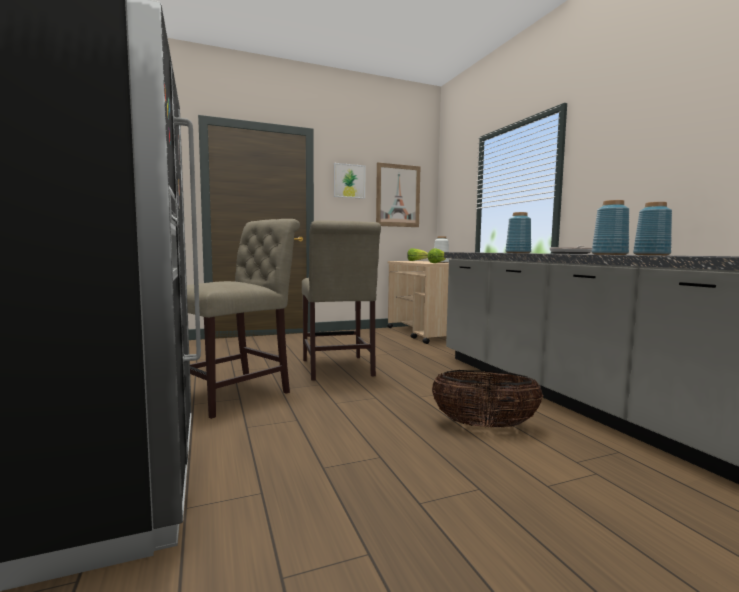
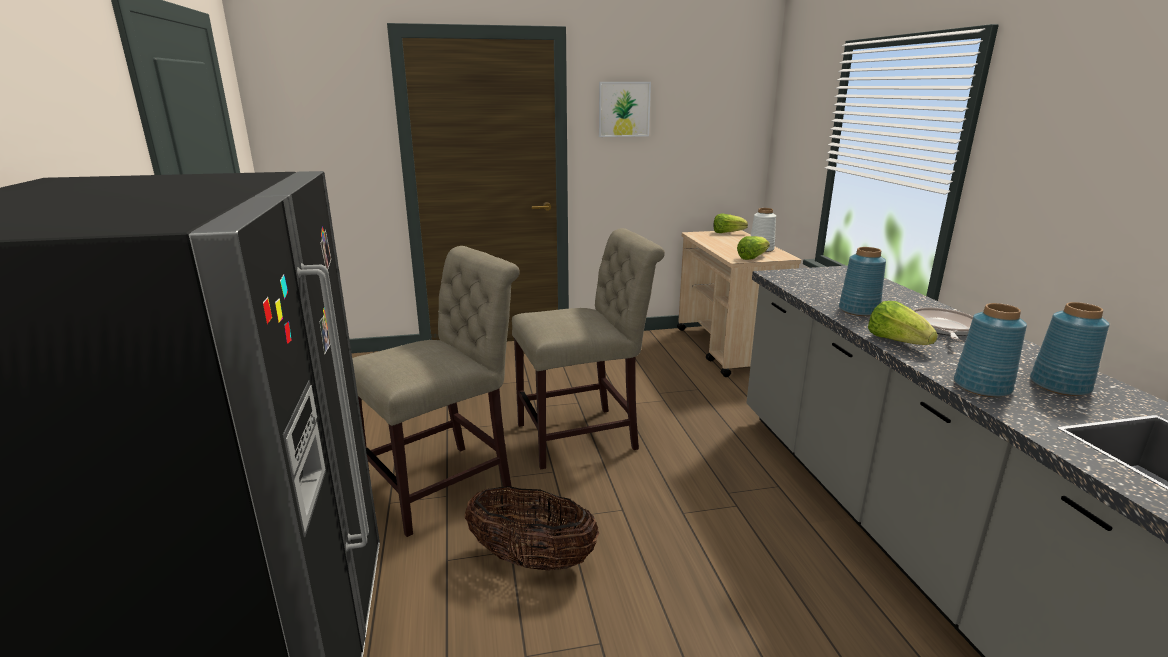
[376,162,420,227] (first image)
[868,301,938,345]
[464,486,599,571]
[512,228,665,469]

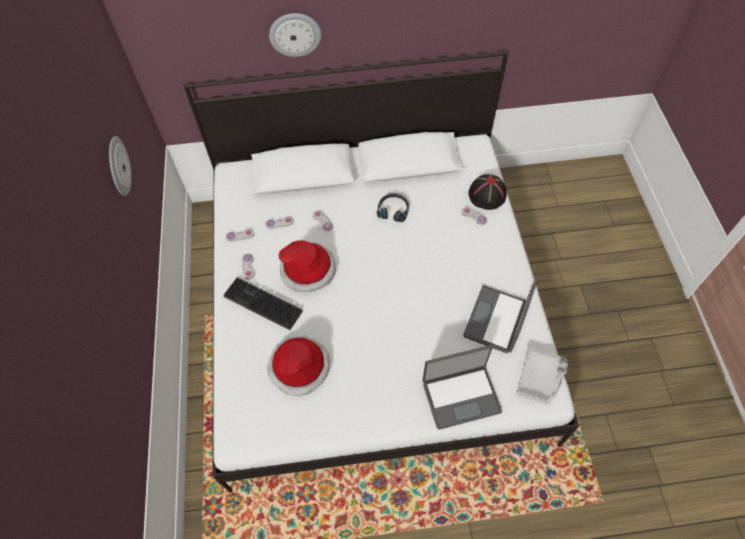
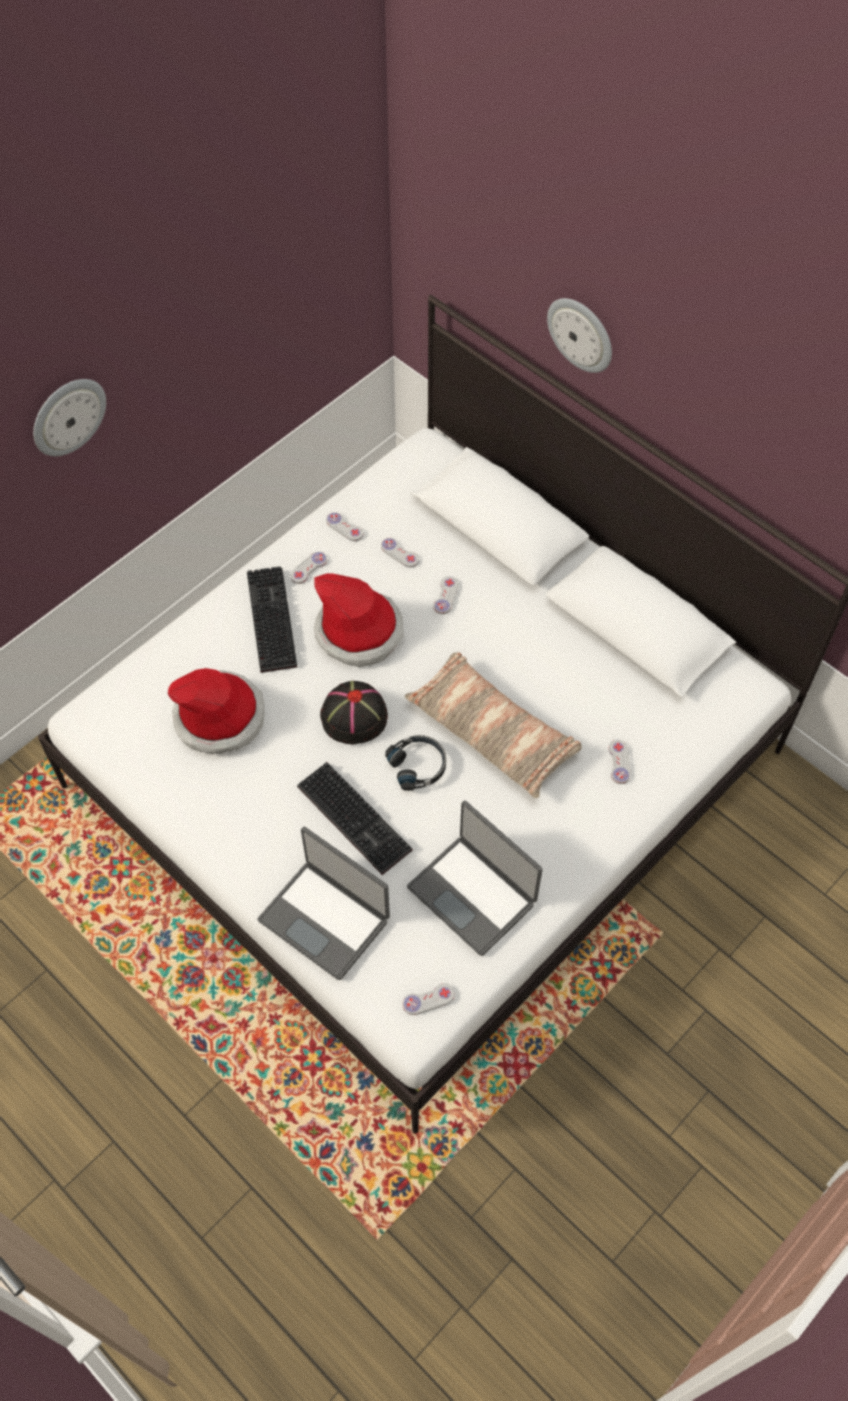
[297,762,413,875]
[405,652,582,798]
[33,379,106,456]
[385,735,446,791]
[320,681,388,744]
[403,983,455,1015]
[407,801,543,956]

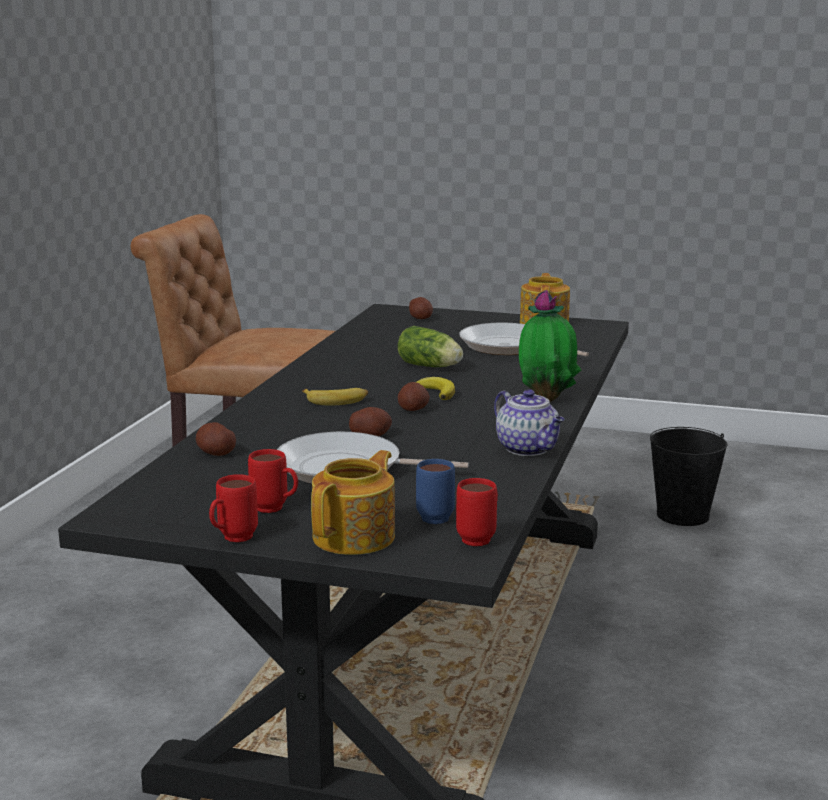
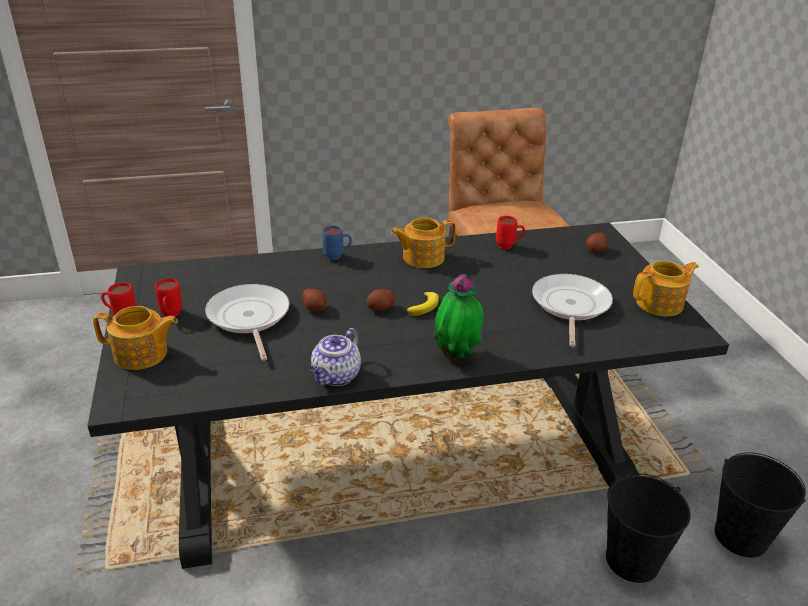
[196,422,236,456] (first image)
[302,388,368,406] (first image)
[398,326,463,367] (first image)
[391,218,456,268]
[606,473,691,583]
[322,225,352,260]
[496,216,525,249]

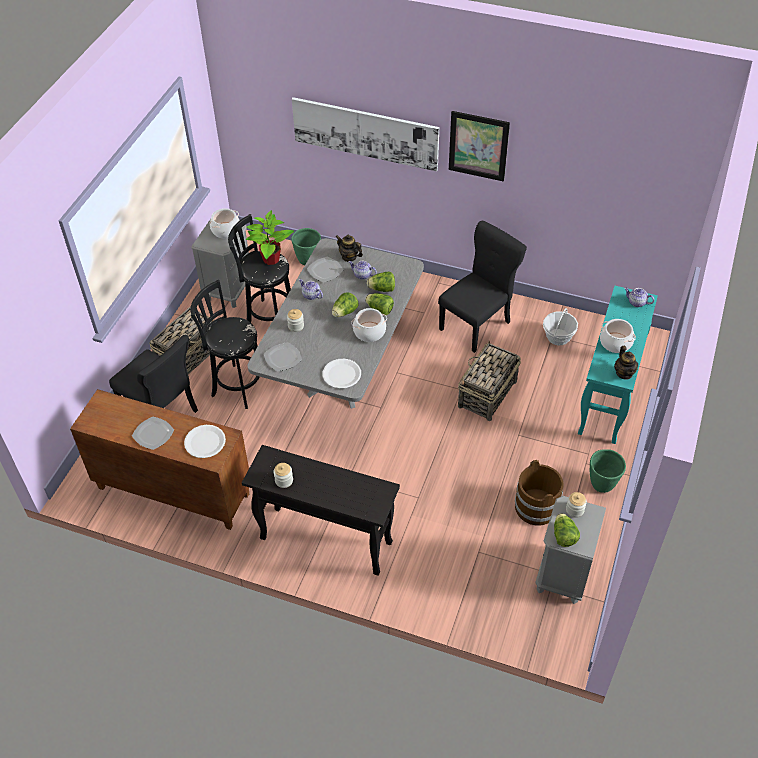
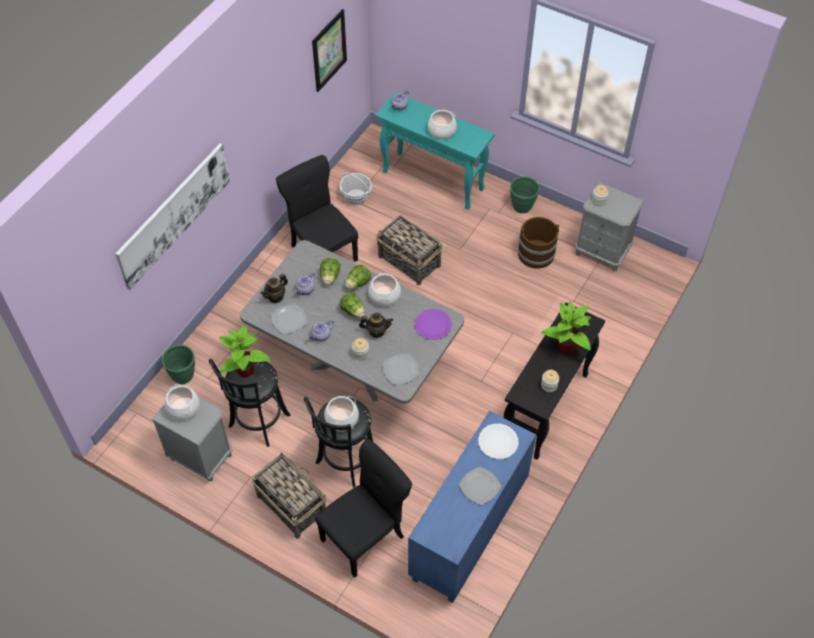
[554,513,580,547] (first image)
[324,396,359,432]
[541,301,591,353]
[312,9,347,92]
[359,313,393,338]
[408,411,536,603]
[415,309,452,340]

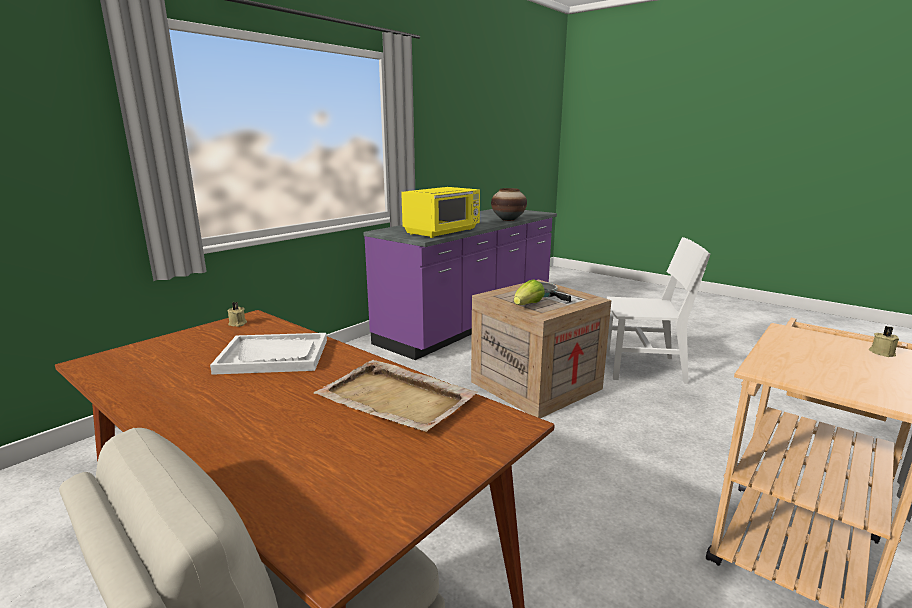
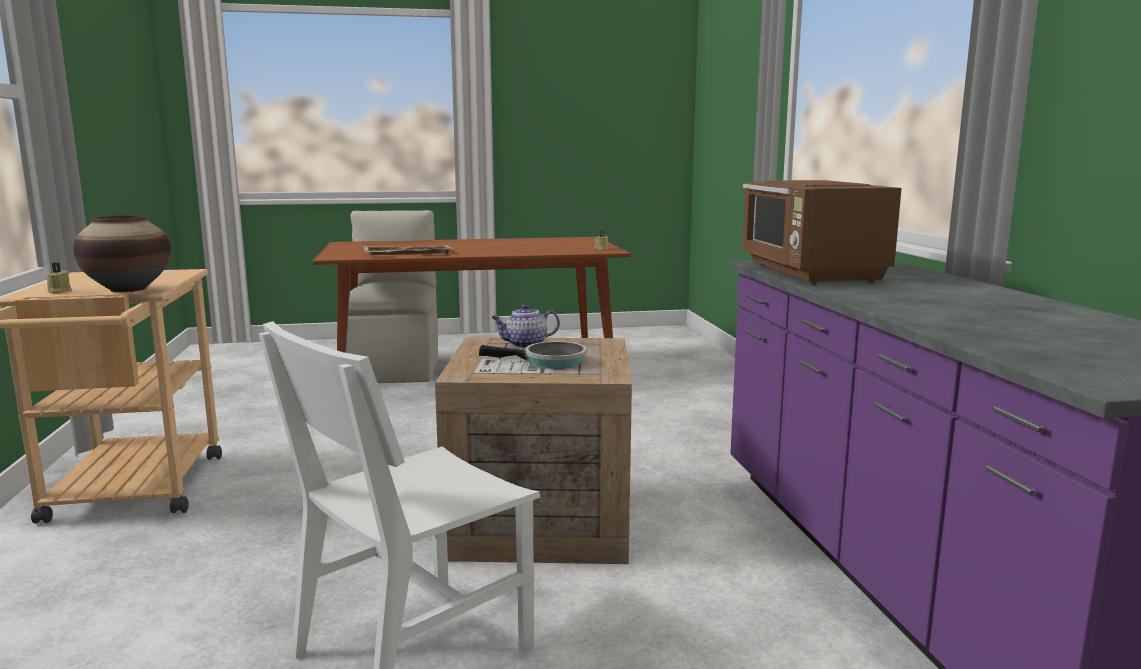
[210,333,327,375] (first image)
[73,215,171,292]
[491,304,560,348]
[741,180,902,284]

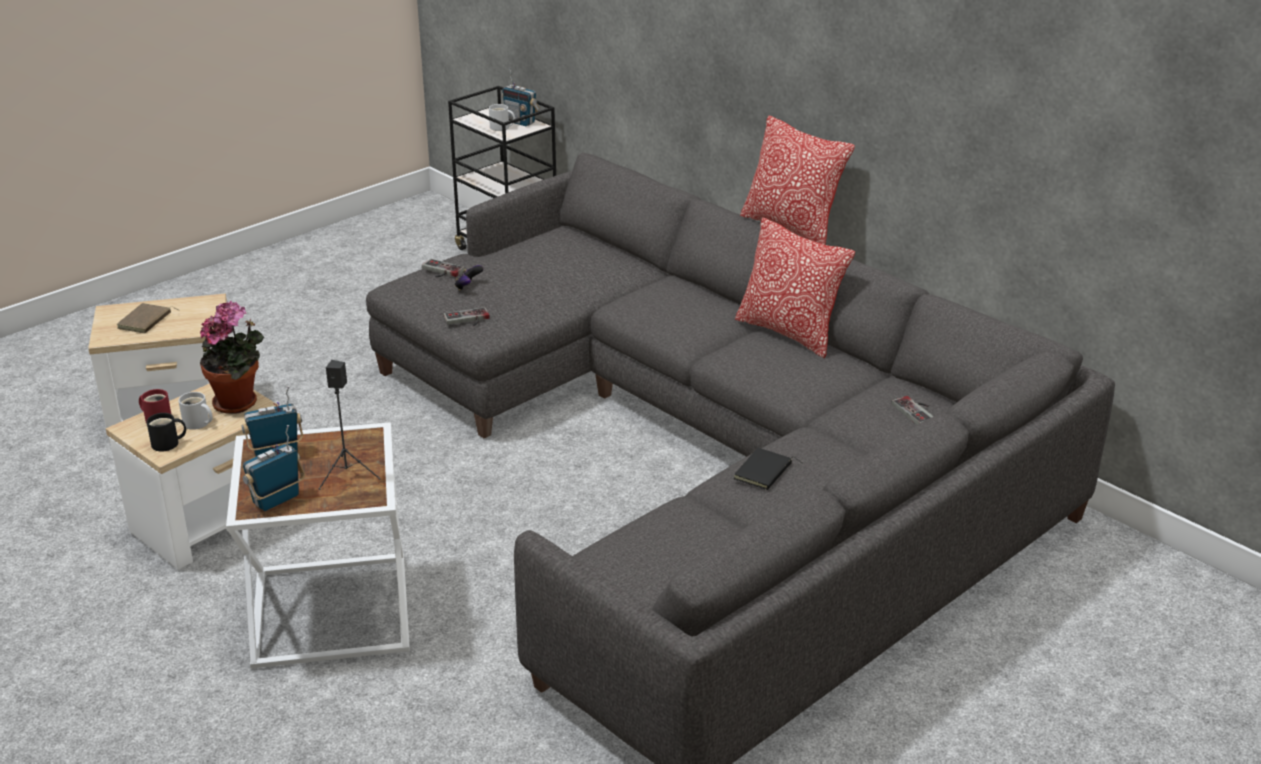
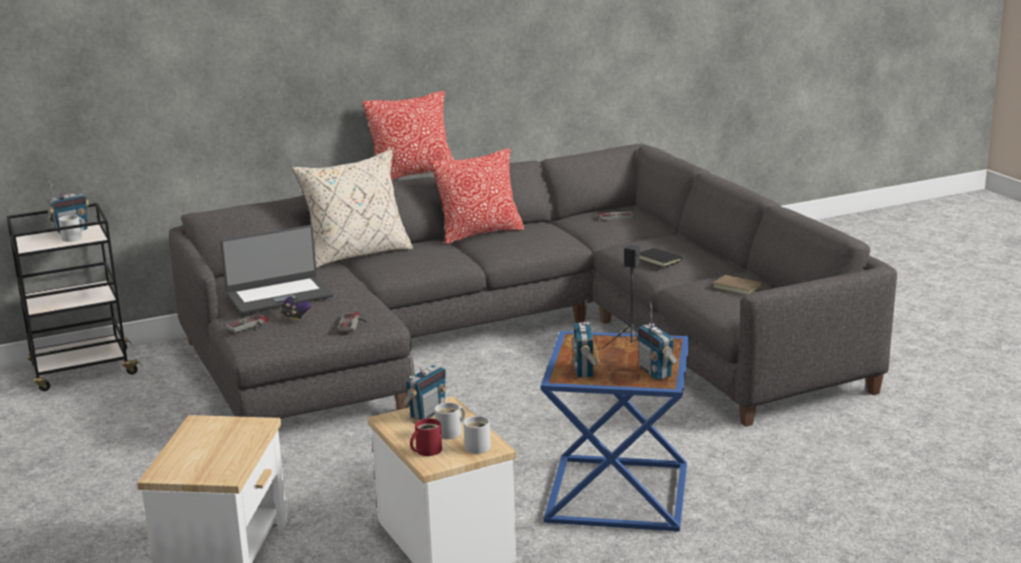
[220,225,333,314]
[292,149,413,268]
[713,273,762,295]
[403,356,446,420]
[464,416,491,454]
[541,331,690,532]

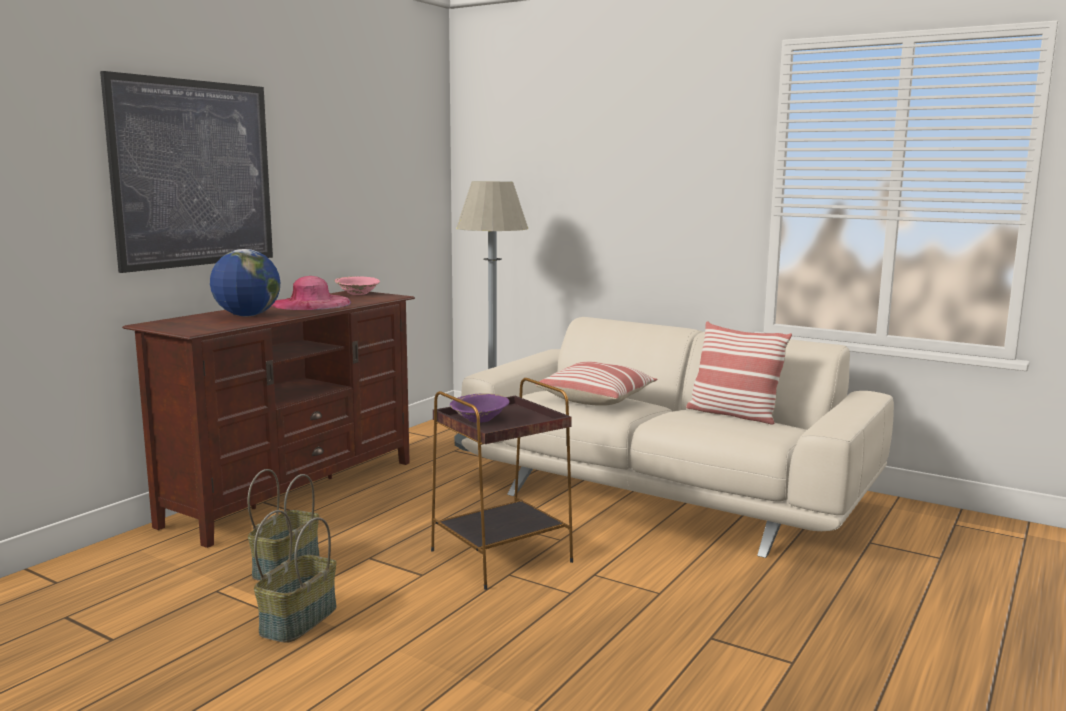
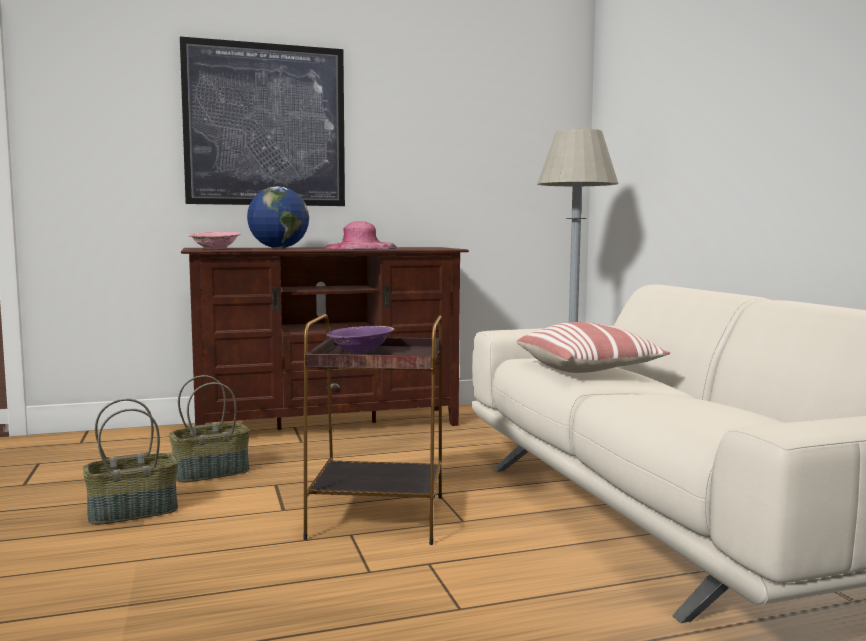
[686,321,792,425] (first image)
[188,232,241,249]

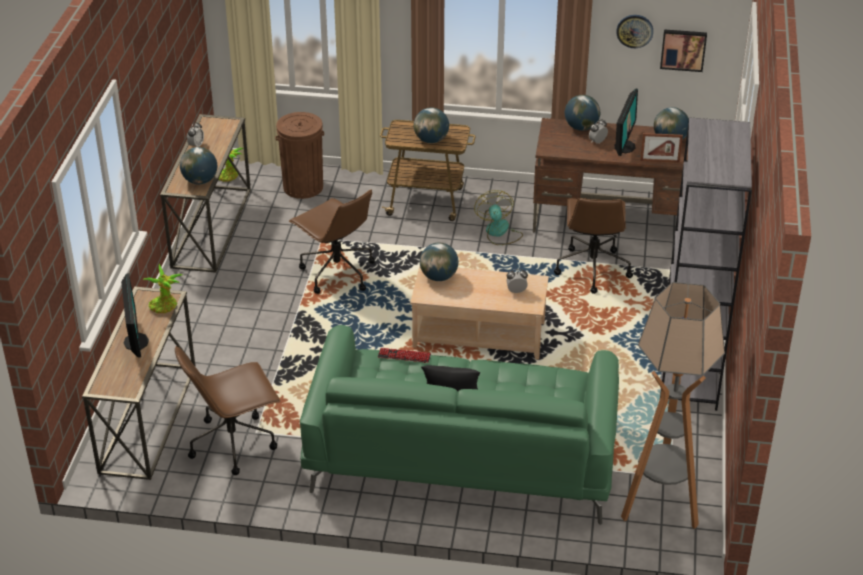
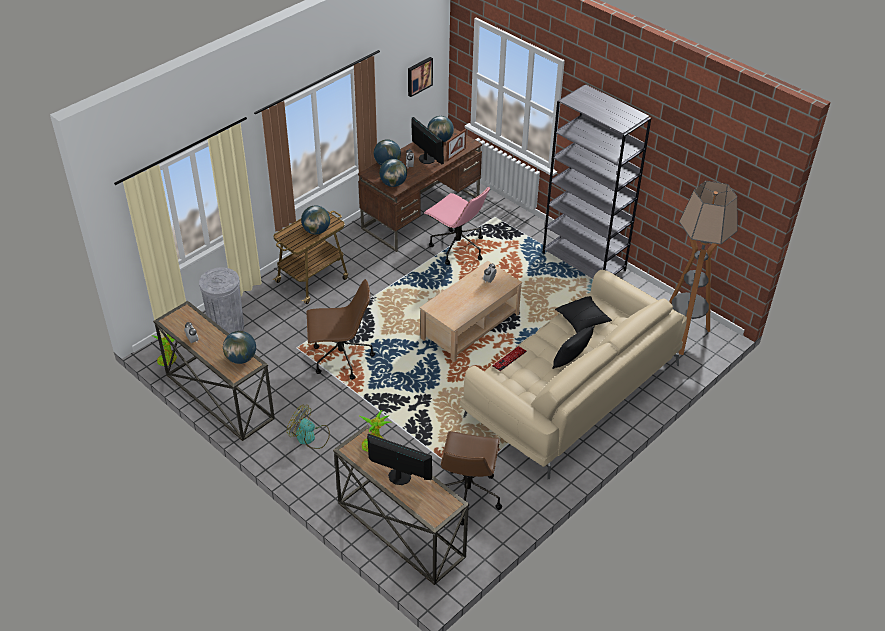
[616,15,653,48] (first image)
[555,296,612,333]
[379,159,407,187]
[287,405,330,449]
[199,267,244,334]
[460,270,687,479]
[424,187,490,265]

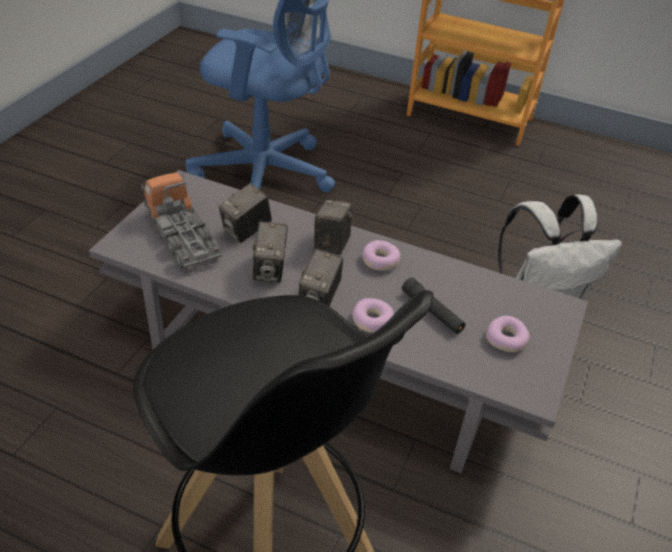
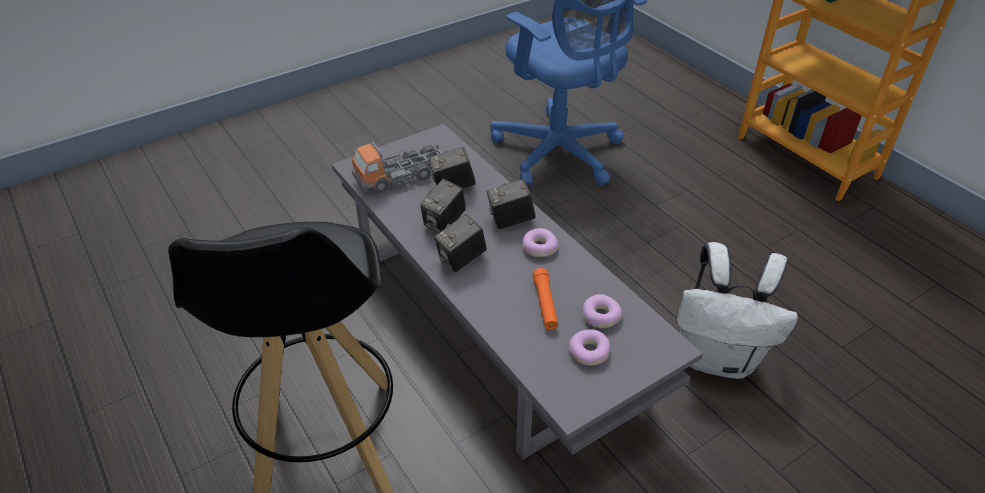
[582,294,622,328]
[533,268,558,330]
[351,142,443,193]
[487,179,535,229]

